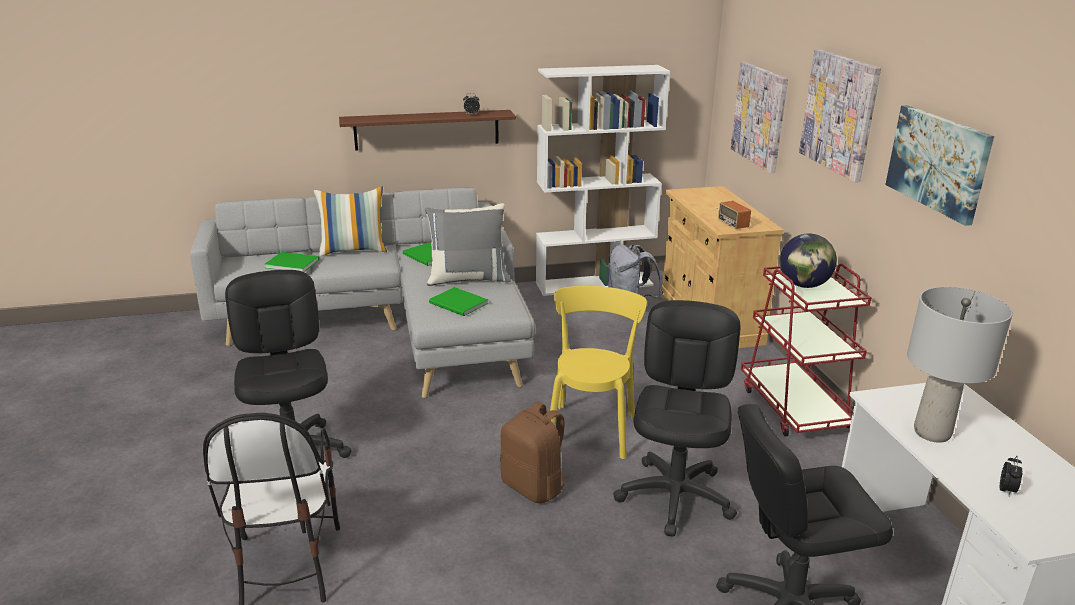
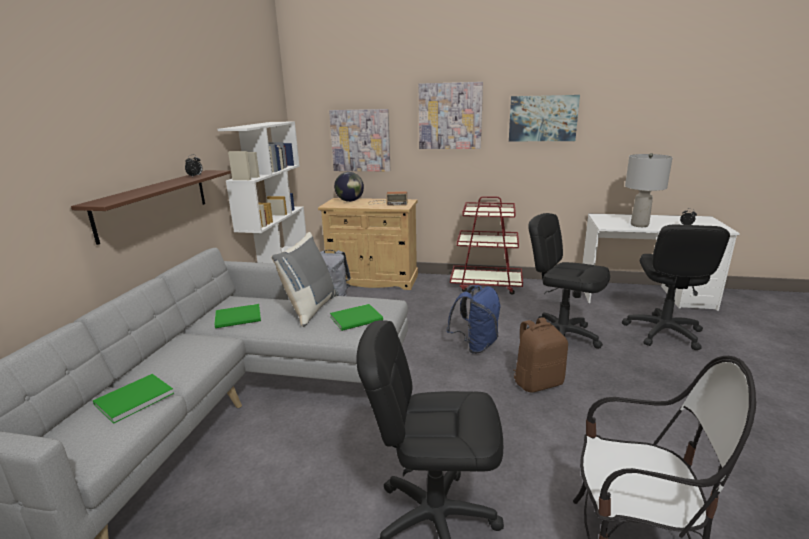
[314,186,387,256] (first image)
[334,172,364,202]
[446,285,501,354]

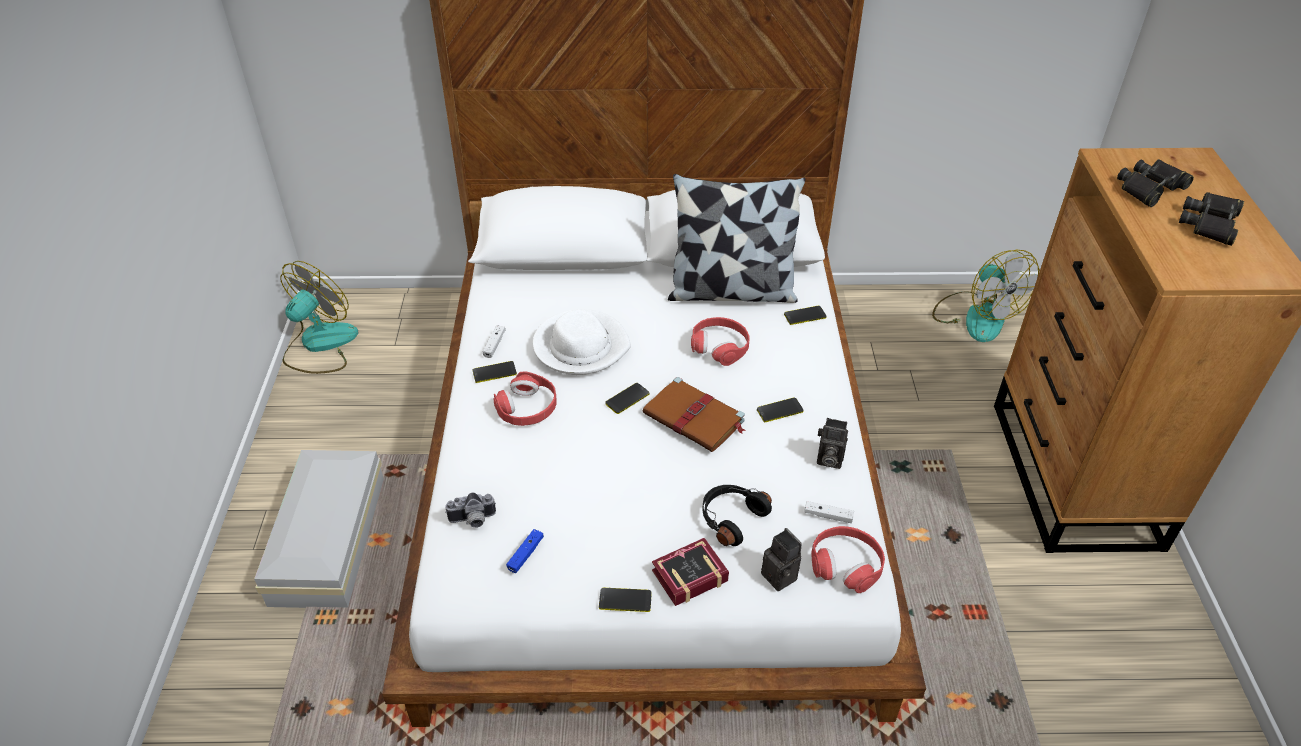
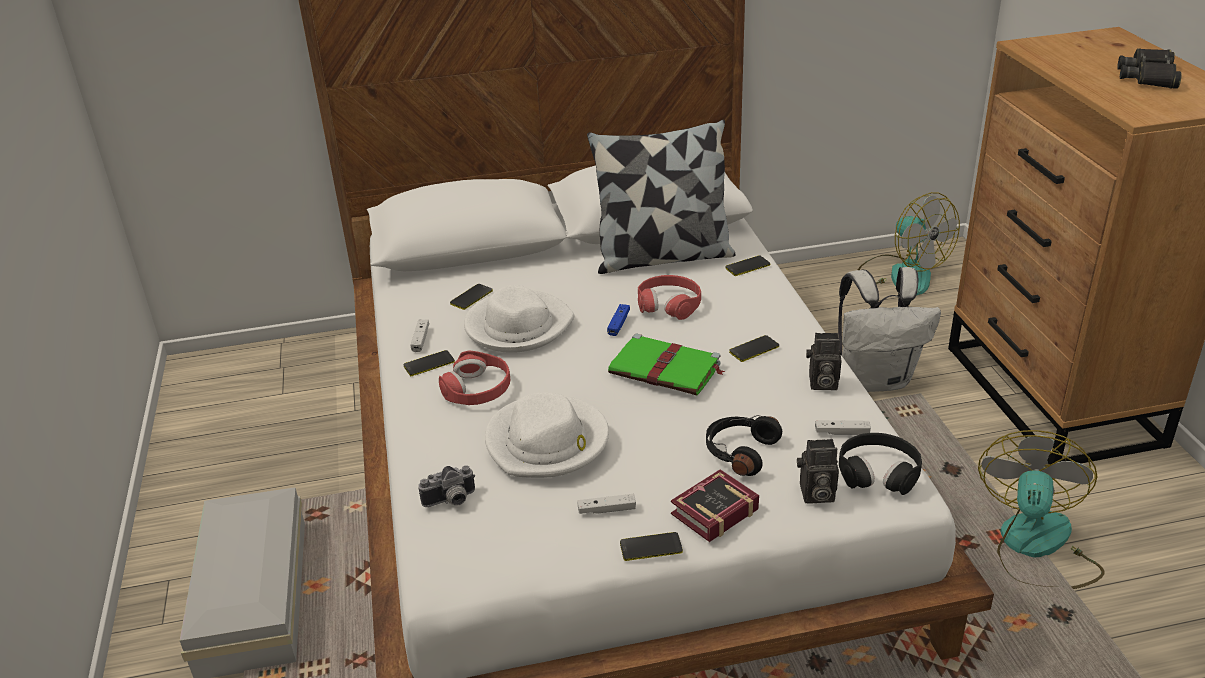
[1117,159,1194,207] (first image)
[485,392,609,478]
[577,494,636,514]
[838,267,941,392]
[978,430,1104,589]
[607,304,630,336]
[450,284,493,310]
[608,333,725,396]
[839,433,922,495]
[797,439,839,504]

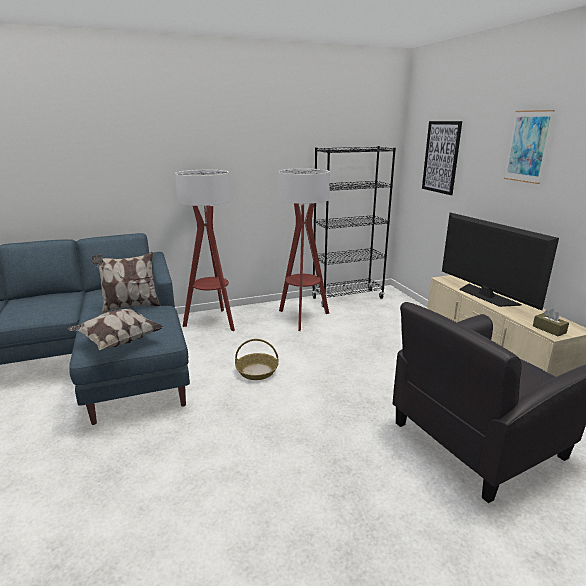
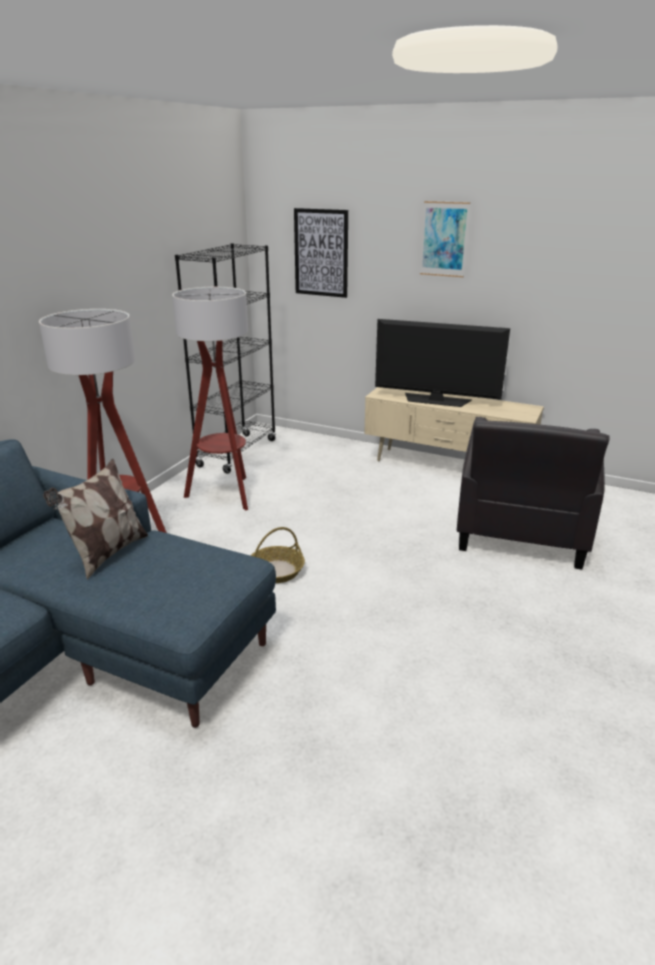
[68,308,164,350] (first image)
[533,309,569,336] (first image)

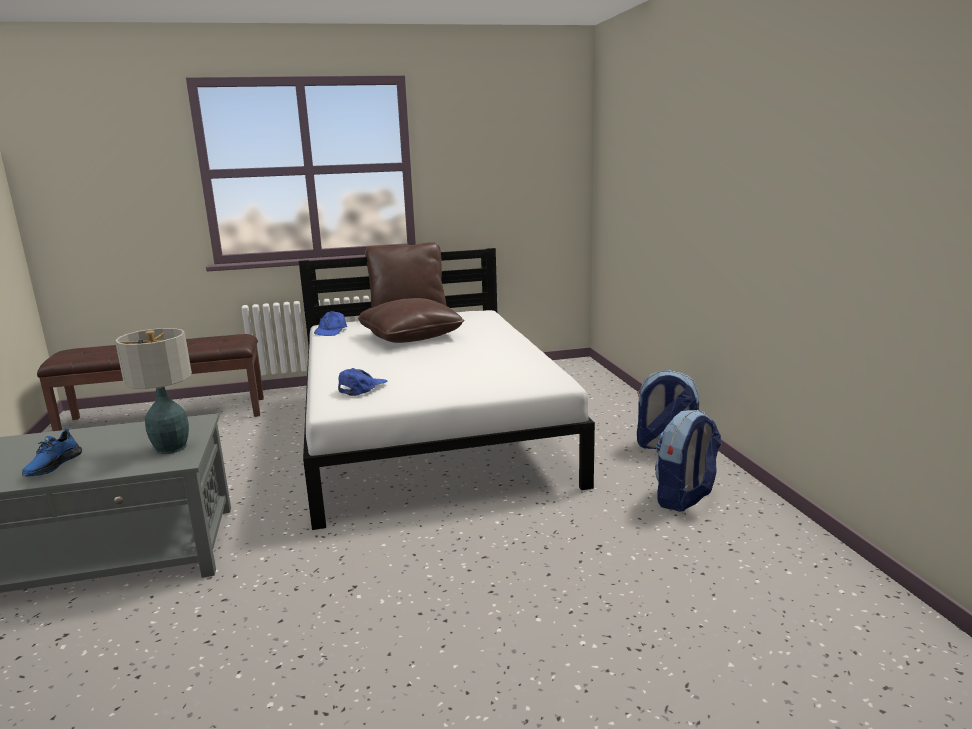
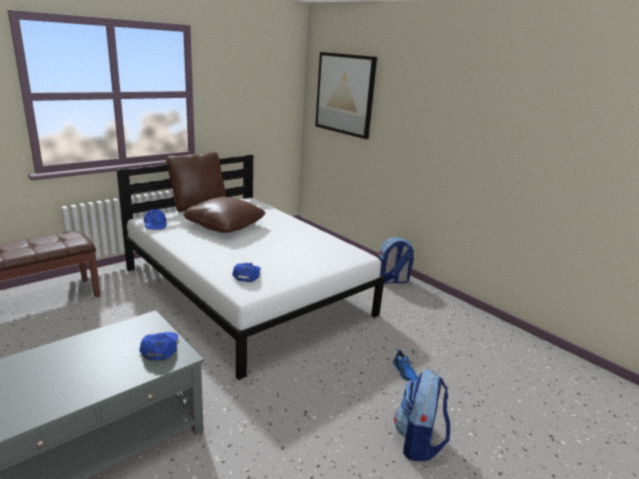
[315,52,377,139]
[393,349,418,381]
[394,370,450,461]
[139,332,178,361]

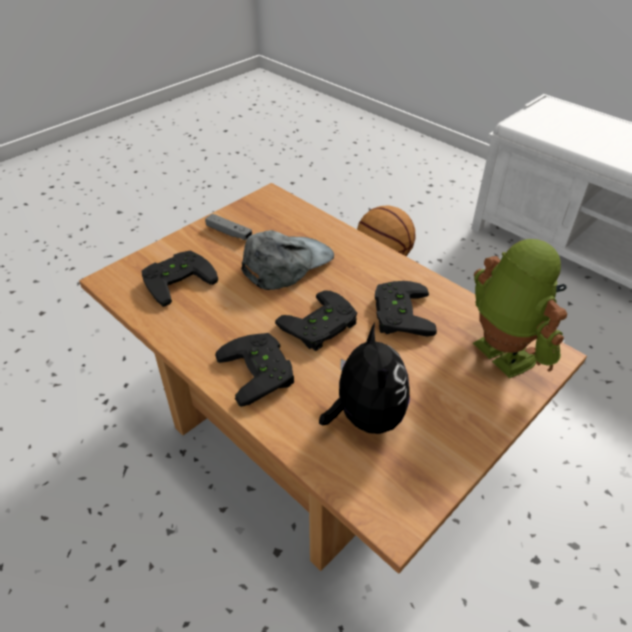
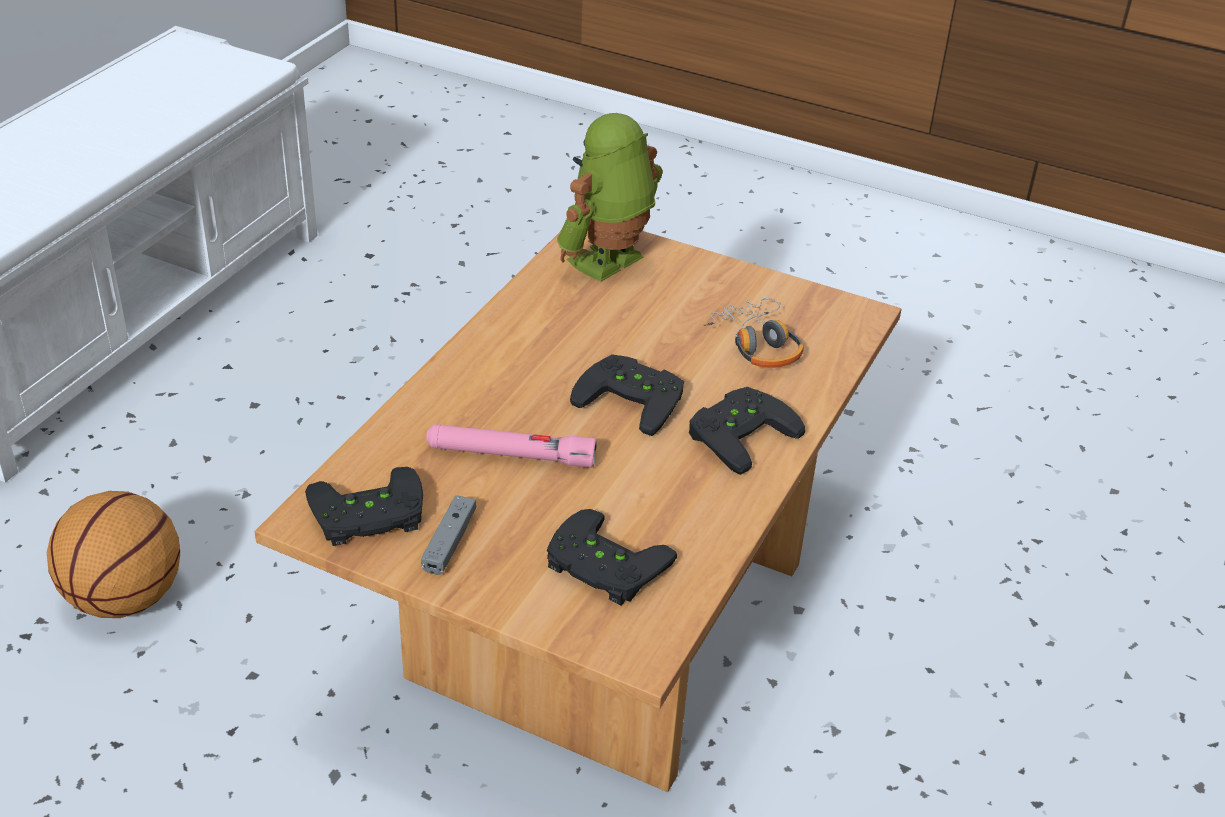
[305,467,423,546]
[426,424,597,468]
[703,298,804,368]

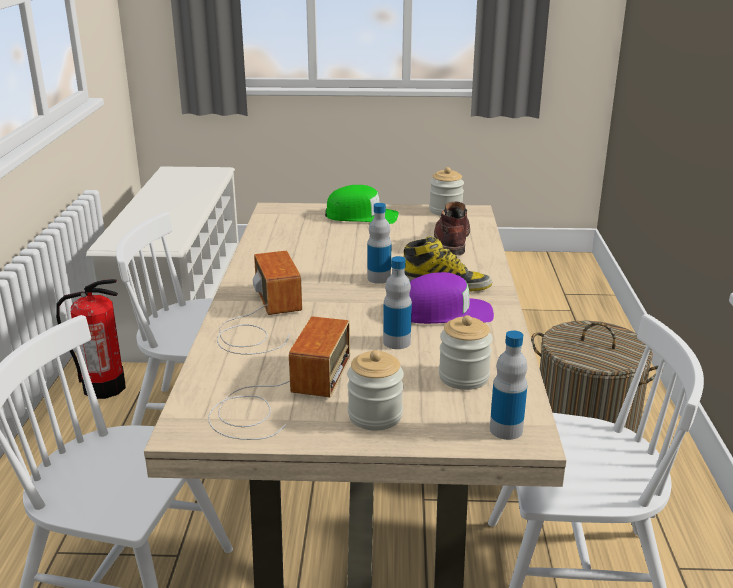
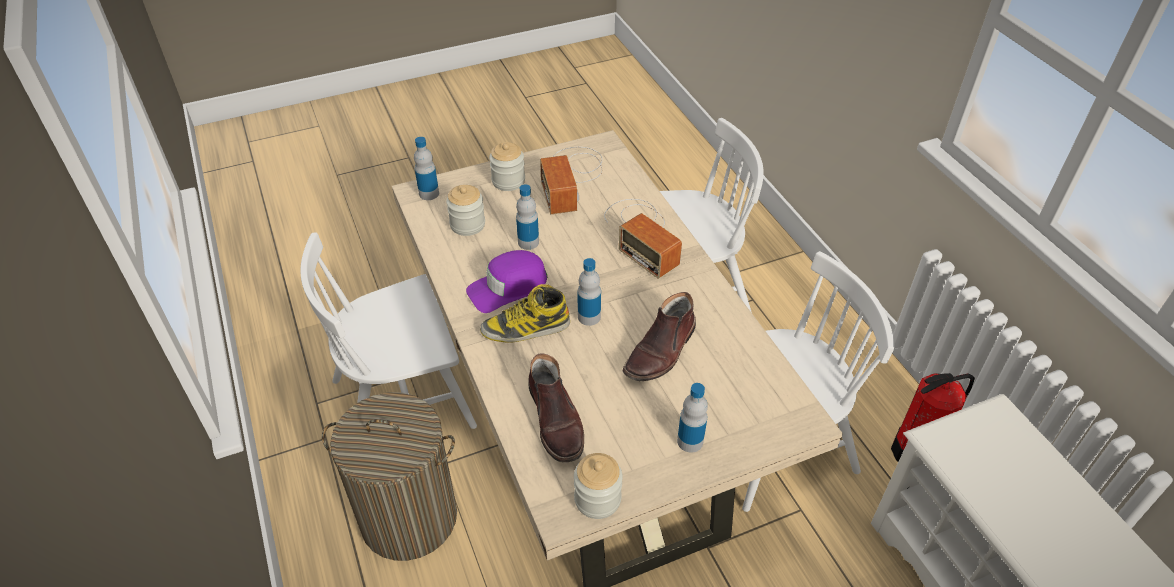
[623,292,696,381]
[677,383,708,453]

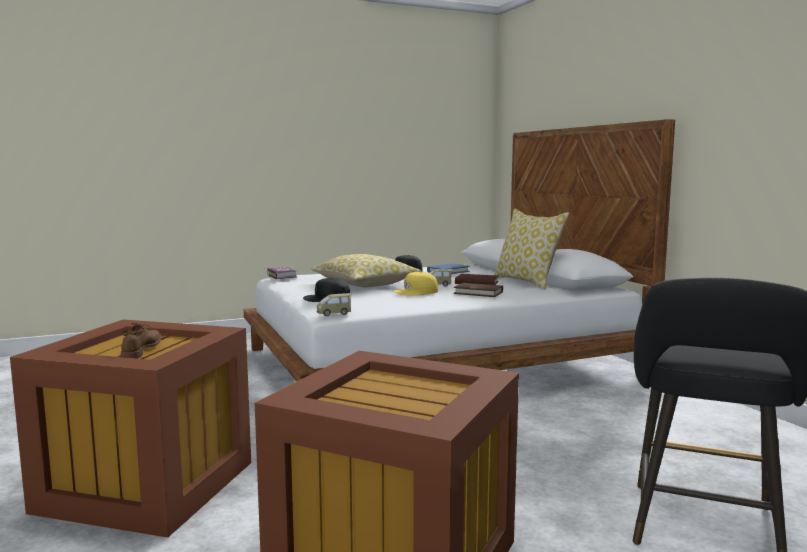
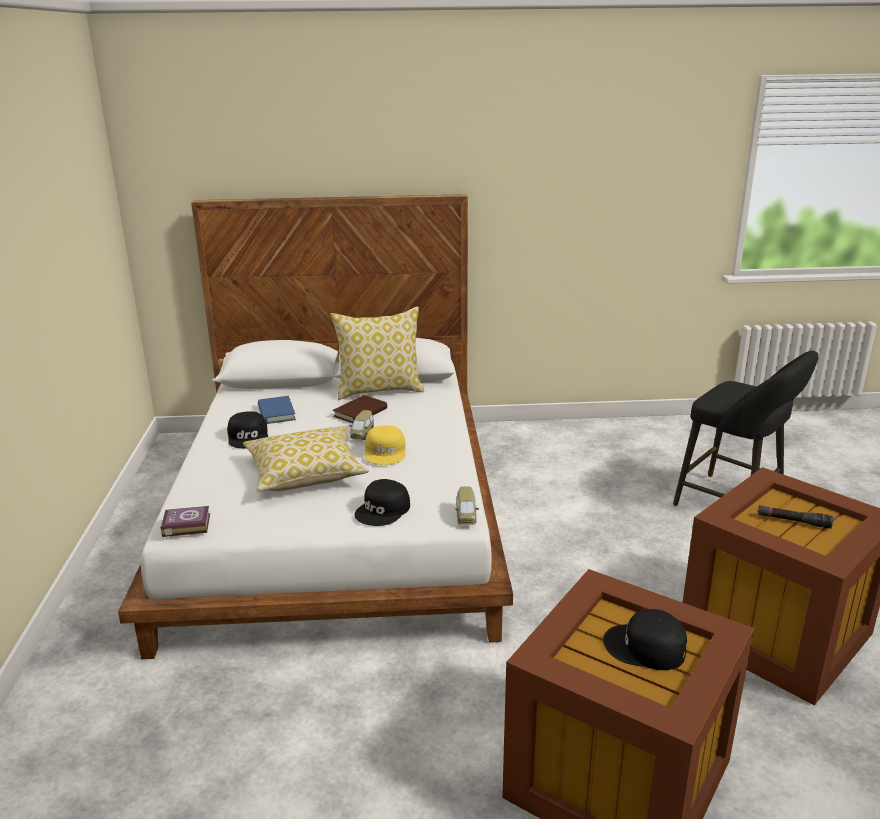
[454,283,503,297] (first image)
[758,505,833,529]
[603,609,687,670]

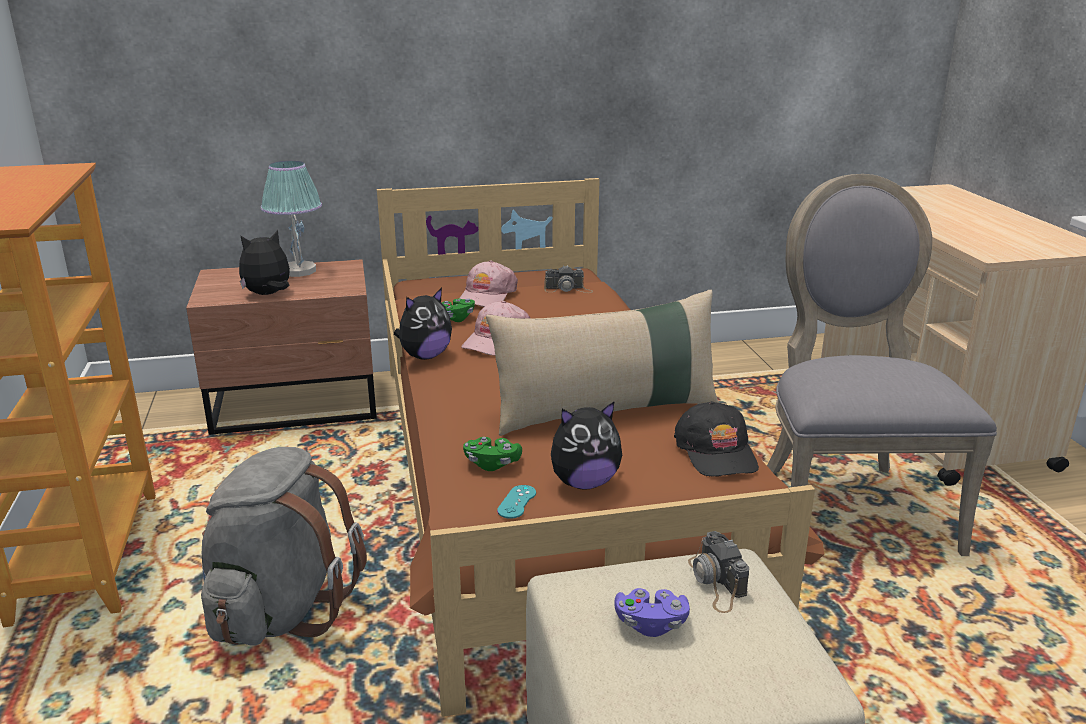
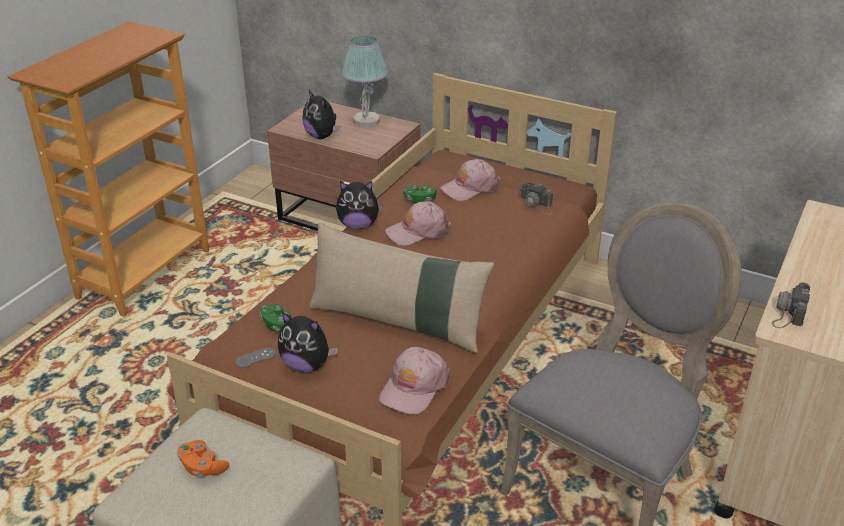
[201,447,367,646] (first image)
[772,282,810,328]
[235,348,276,368]
[177,440,229,477]
[379,347,451,414]
[302,90,340,139]

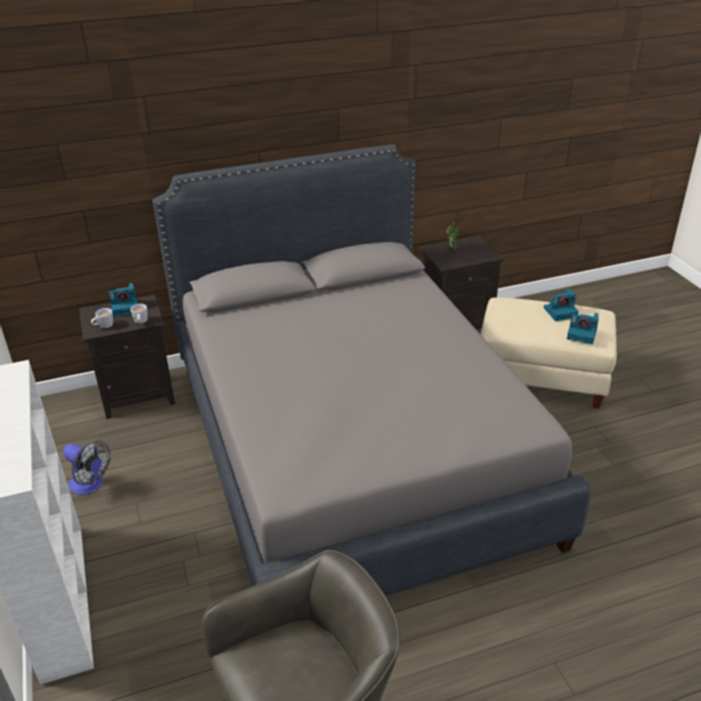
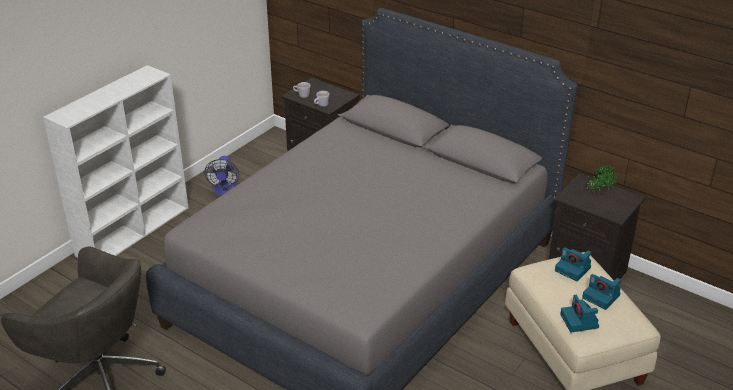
[555,247,591,281]

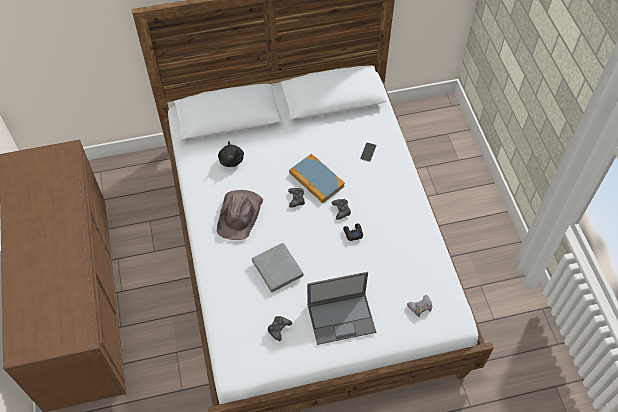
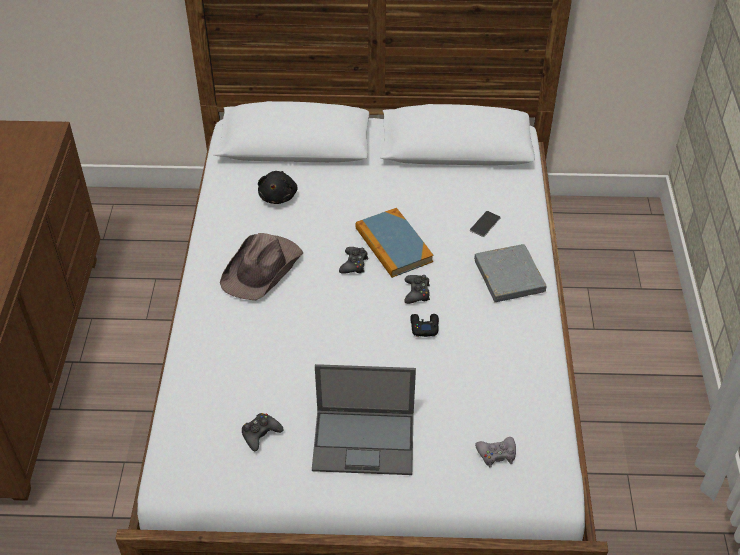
[474,244,547,302]

